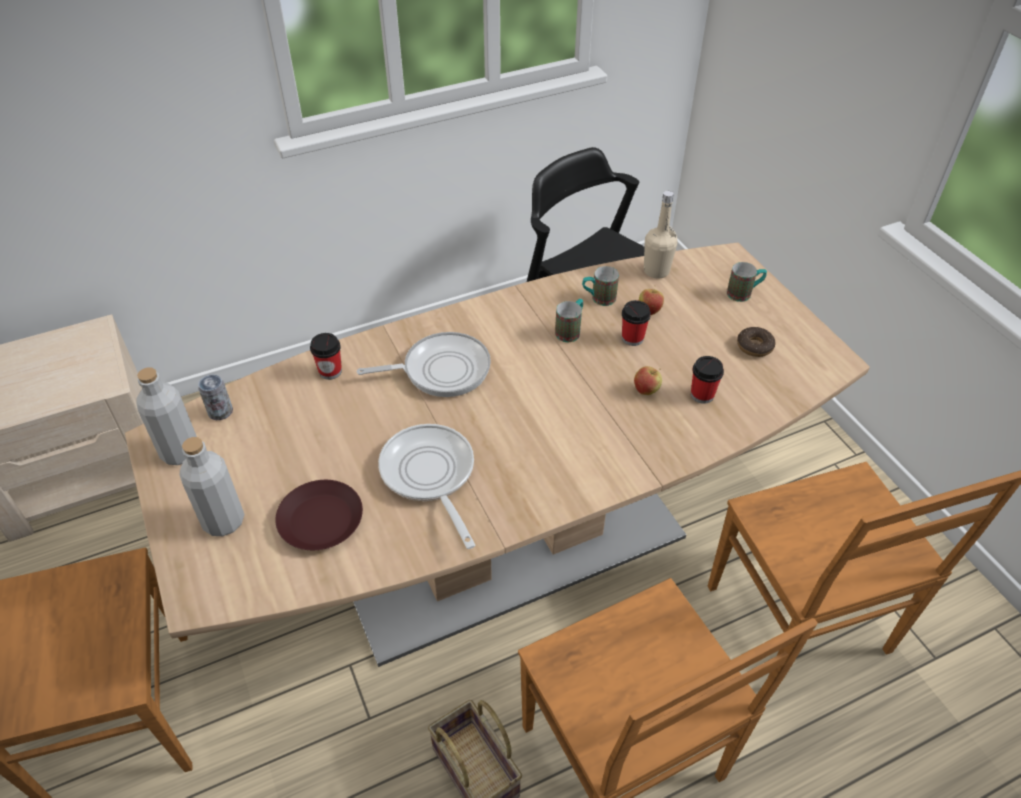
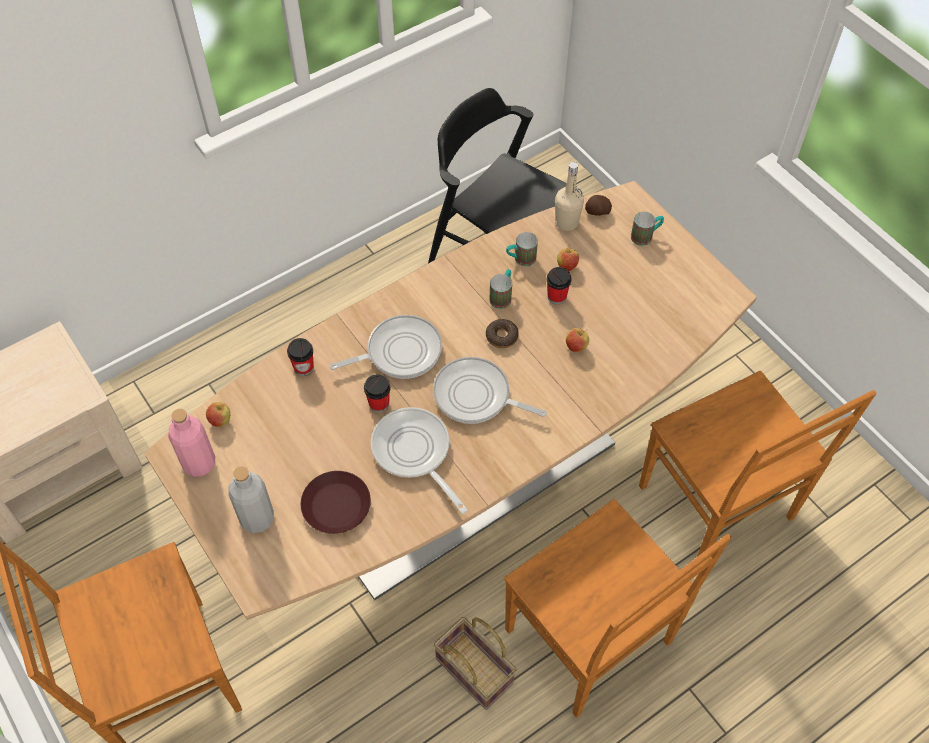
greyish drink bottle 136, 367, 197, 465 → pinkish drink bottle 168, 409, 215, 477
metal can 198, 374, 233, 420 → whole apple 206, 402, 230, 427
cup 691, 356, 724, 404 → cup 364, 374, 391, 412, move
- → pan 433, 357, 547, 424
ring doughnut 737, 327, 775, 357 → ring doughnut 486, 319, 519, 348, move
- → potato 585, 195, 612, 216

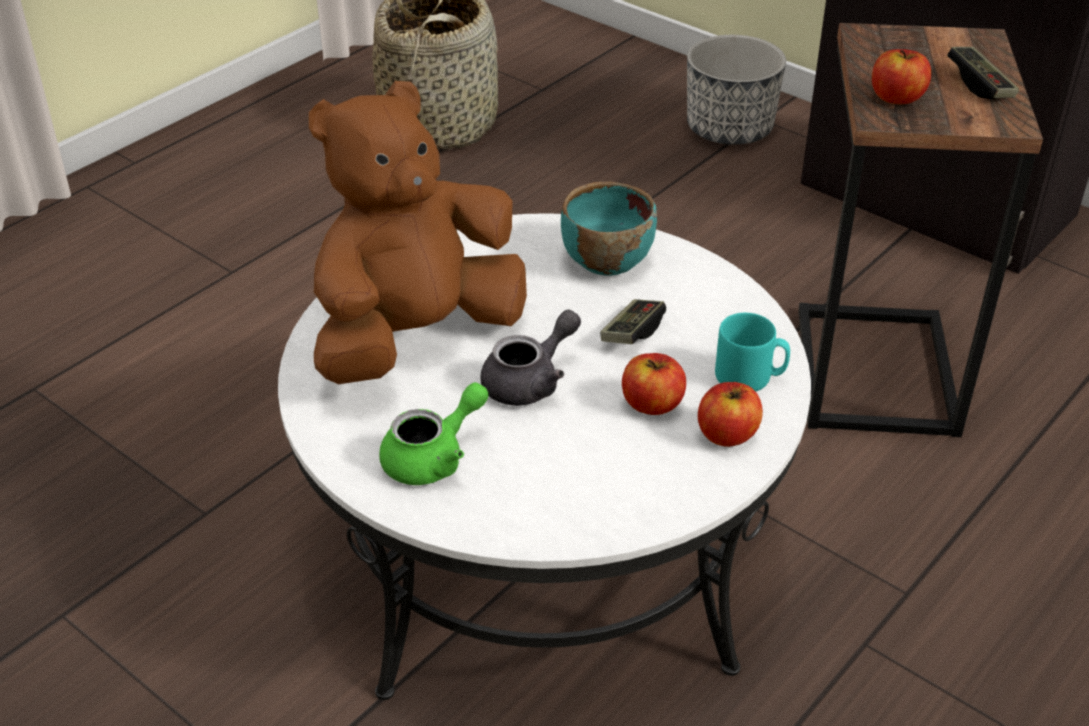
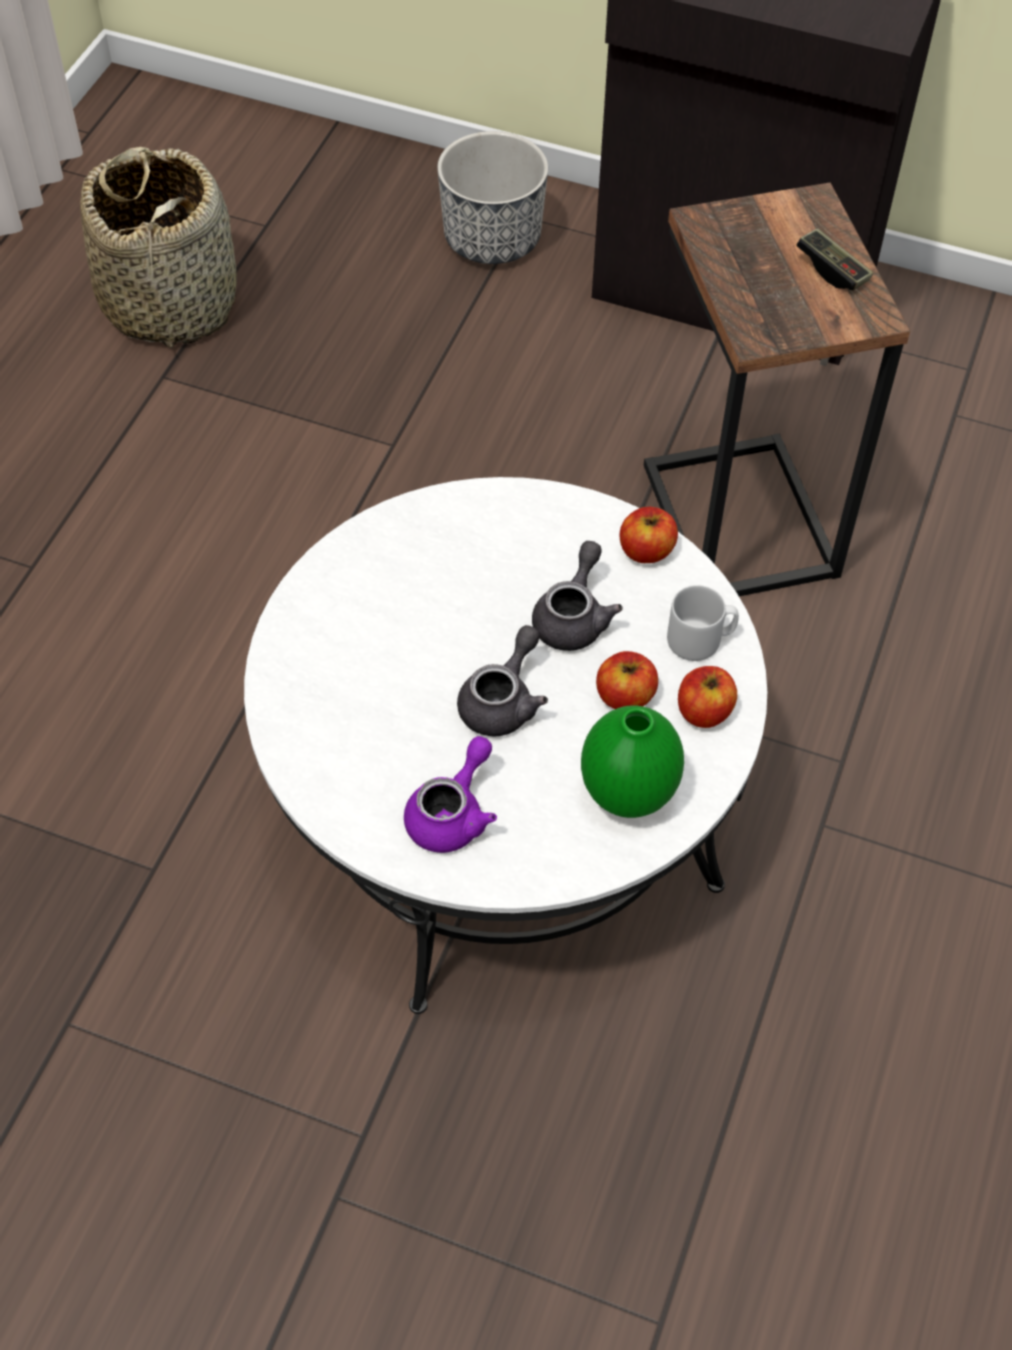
green tea pot 379, 382, 488, 485 → purple tea pot 404, 736, 497, 853
gamepad 600, 299, 666, 344 → greyish tea pot 532, 541, 623, 651
- → green flower vase 581, 705, 684, 818
whole apple 872, 49, 931, 104 → whole apple 620, 507, 678, 563, move
turquoise mug 715, 313, 790, 392 → greyish mug 667, 585, 739, 661
brown-coloured cuddly toy 309, 81, 527, 384 → -
turquoise serving bowl 561, 182, 657, 276 → -

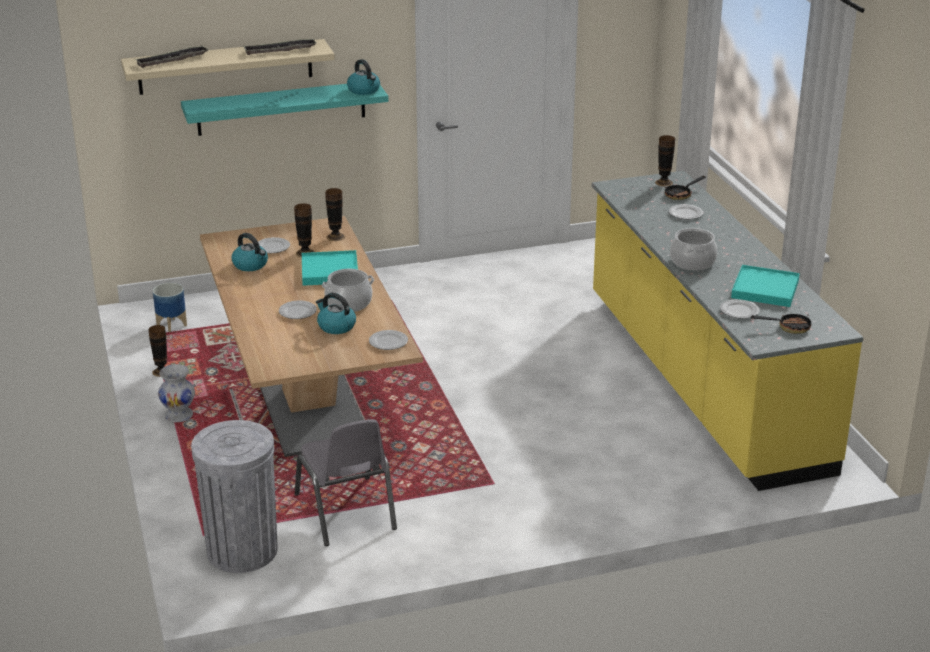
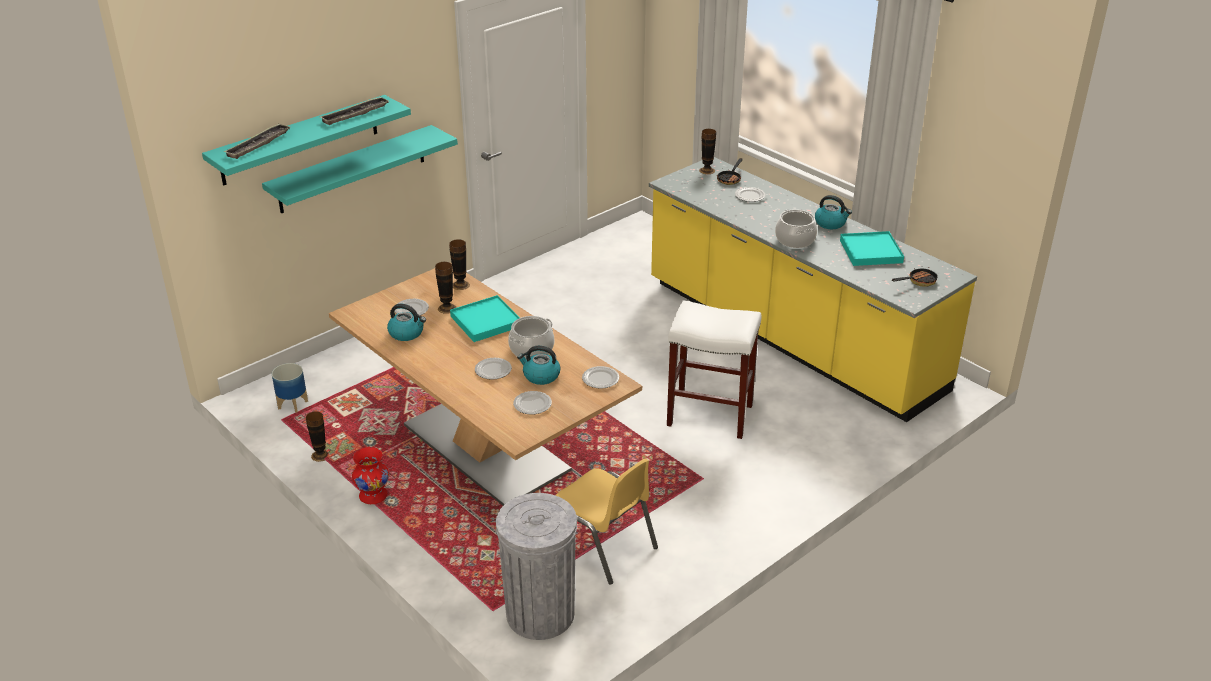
beige-coloured shelf 121, 39, 335, 95 → turquoise shelf 202, 95, 411, 185
whitish flower vase 158, 364, 195, 422 → reddish flower vase 352, 447, 389, 504
plate 720, 299, 759, 319 → plate 513, 391, 552, 415, move
greyish upright chair 295, 419, 397, 546 → yellowish upright chair 555, 459, 658, 585
- → whitish stool seat 667, 300, 761, 439
tea kettle 347, 59, 380, 95 → tea kettle 815, 195, 852, 229, move

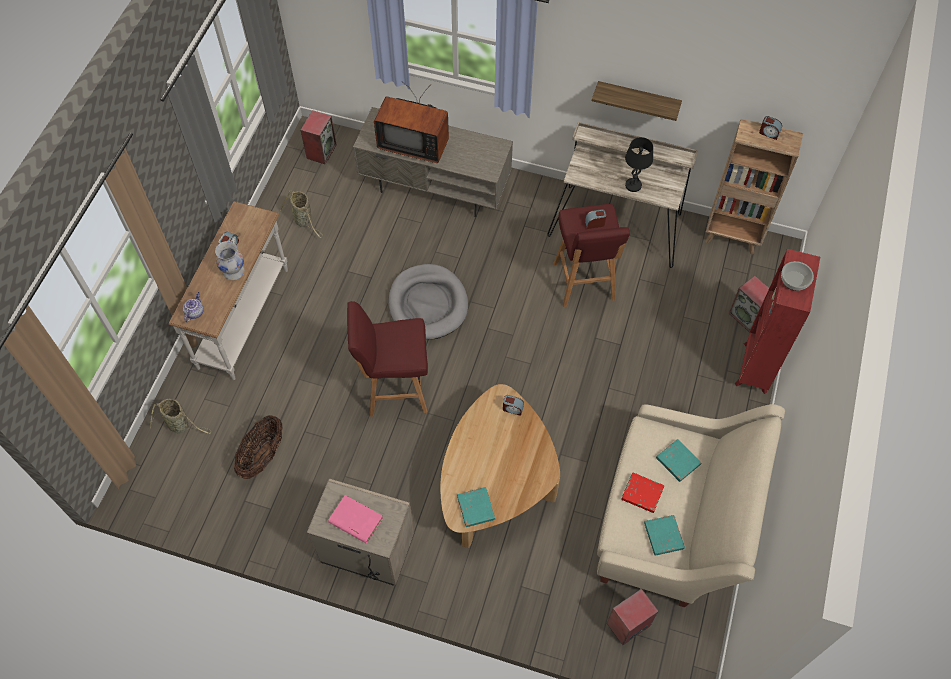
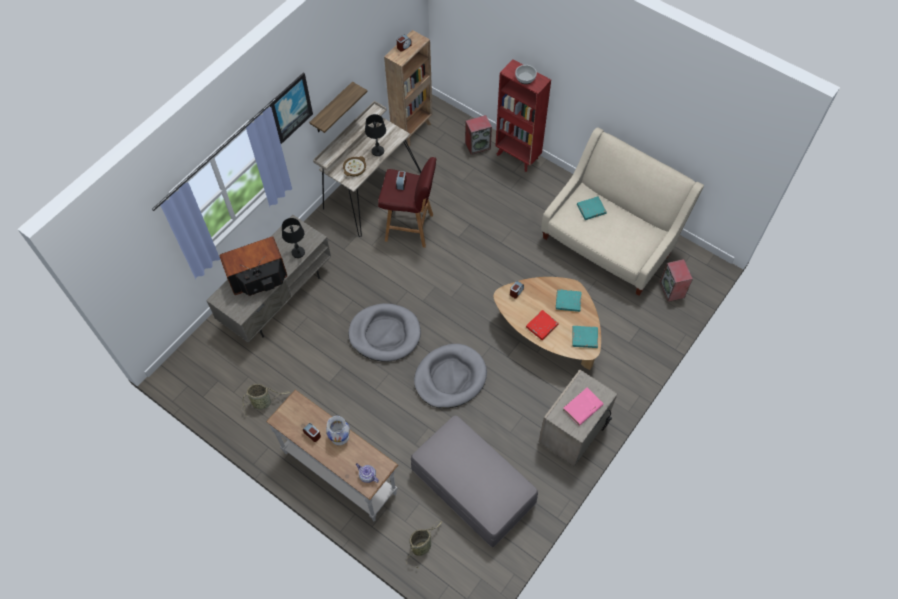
television 374, 82, 449, 163 → television 219, 236, 287, 296, 150 degrees counterclockwise
- → wall picture 270, 72, 313, 144
- → blackish tabletop lamp 282, 218, 305, 258
- → serving bowl 343, 156, 366, 176
basket 234, 415, 283, 479 → greyish footrest 411, 415, 538, 548
reddish stool seat 347, 301, 428, 417 → greyish pet bed 414, 344, 487, 408
reddish bound book 621, 472, 664, 513 → reddish bound book 526, 310, 559, 340, move
turquoise bound book 644, 515, 685, 556 → turquoise bound book 556, 289, 582, 312, move
loudspeaker 301, 110, 337, 164 → -

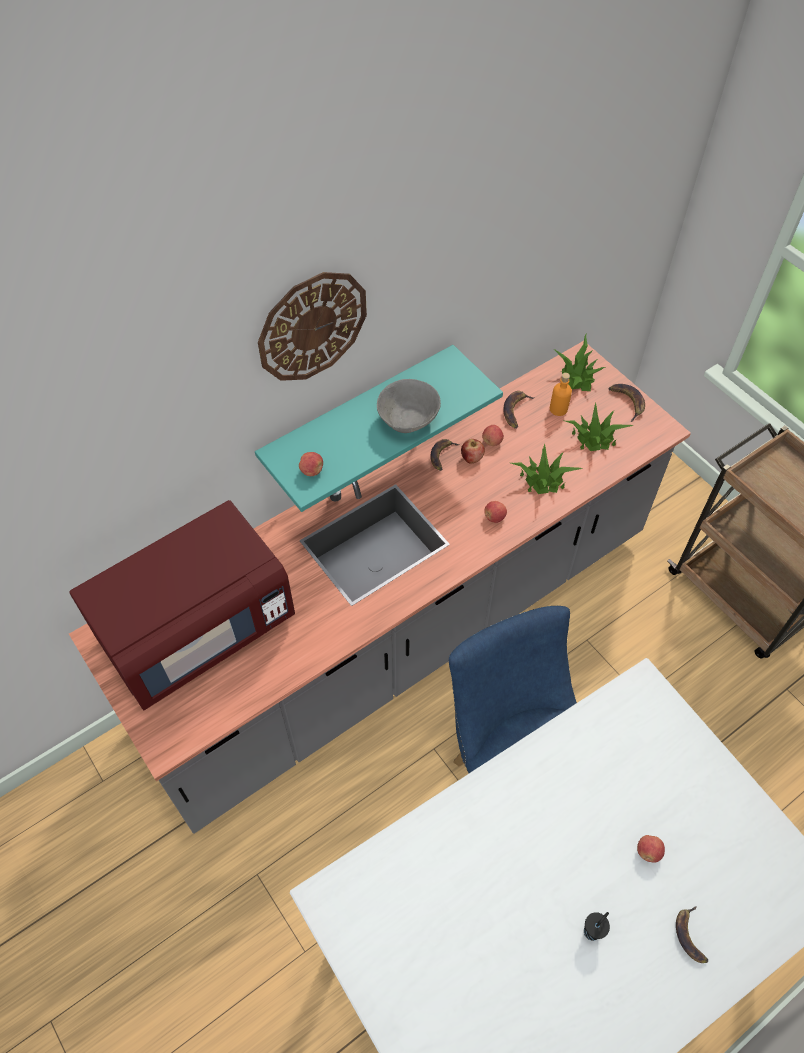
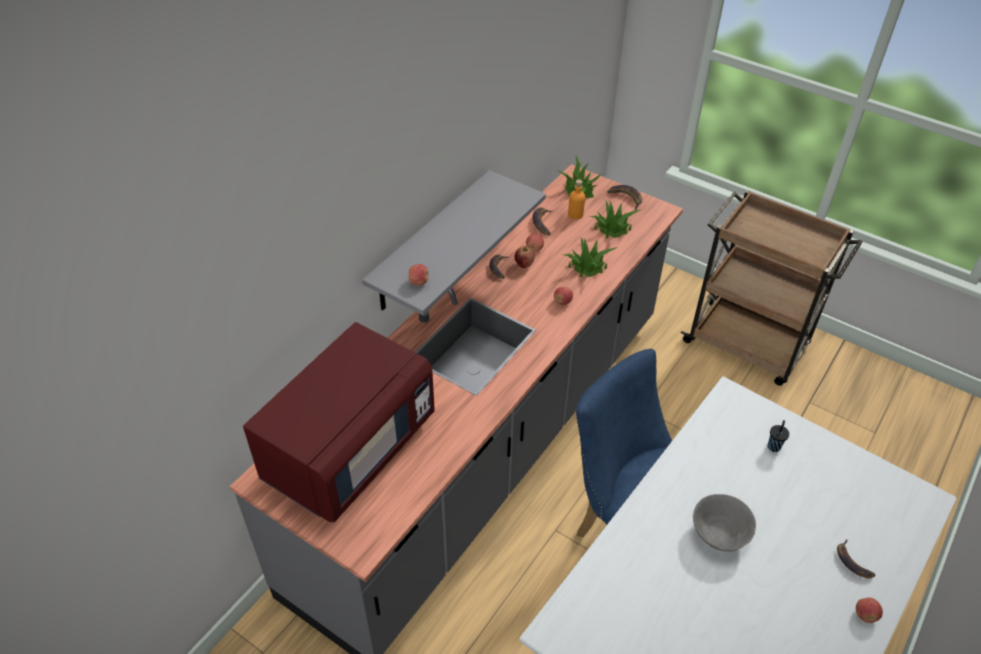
turquoise shelf 255, 345, 503, 512 → greyish shelf 362, 170, 546, 315
greyish serving bowl 377, 379, 441, 433 → greyish serving bowl 693, 494, 756, 552, move
blackish cup 584, 912, 610, 941 → blackish cup 768, 420, 789, 452, move
whole apple 637, 835, 665, 863 → whole apple 856, 597, 883, 623, move
hanging clock 258, 272, 367, 381 → -

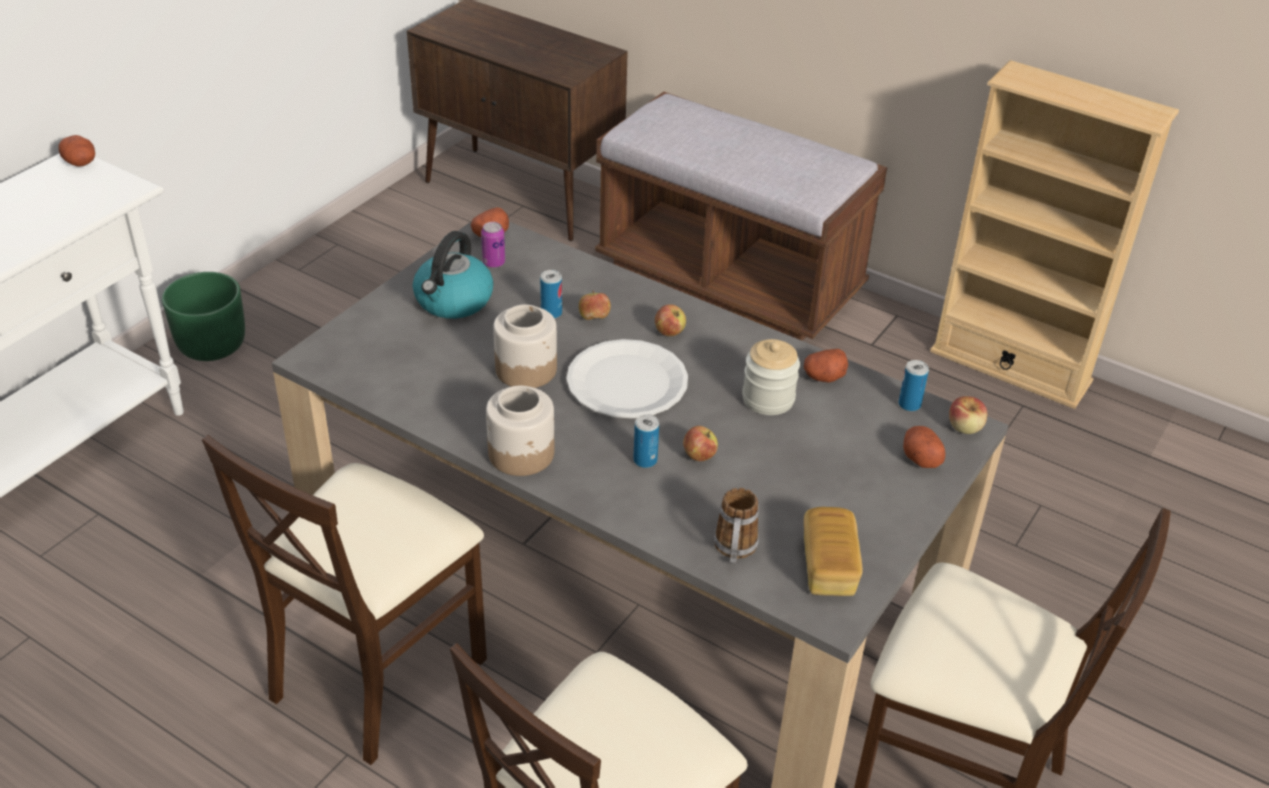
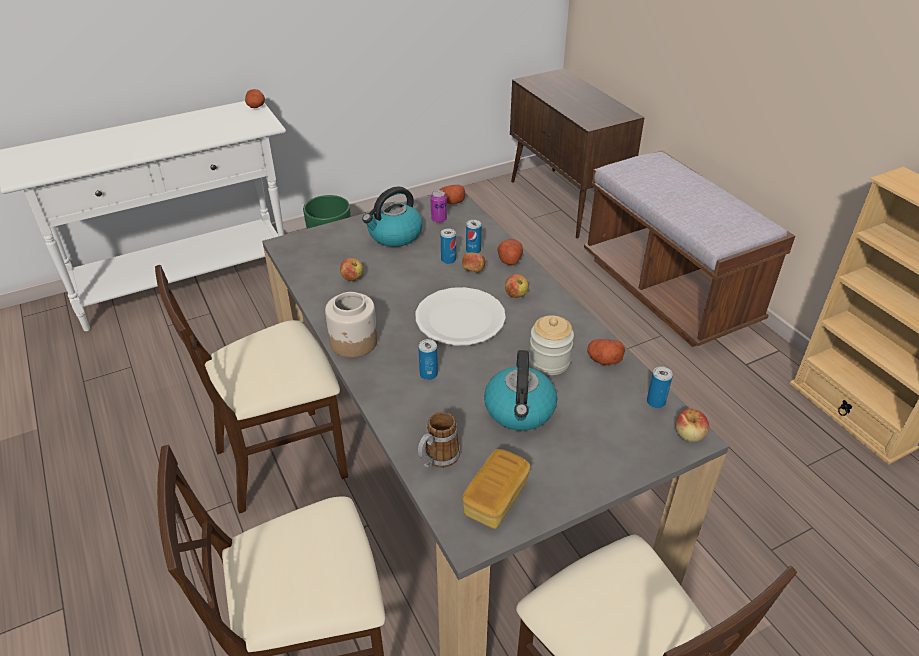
whole apple 683, 426, 718, 461 → whole apple 340, 258, 363, 281, move
- → metal can 466, 220, 481, 253
- → tea kettle 484, 350, 557, 431
potato 903, 426, 945, 468 → potato 497, 239, 523, 265, move
jar 493, 304, 557, 388 → -

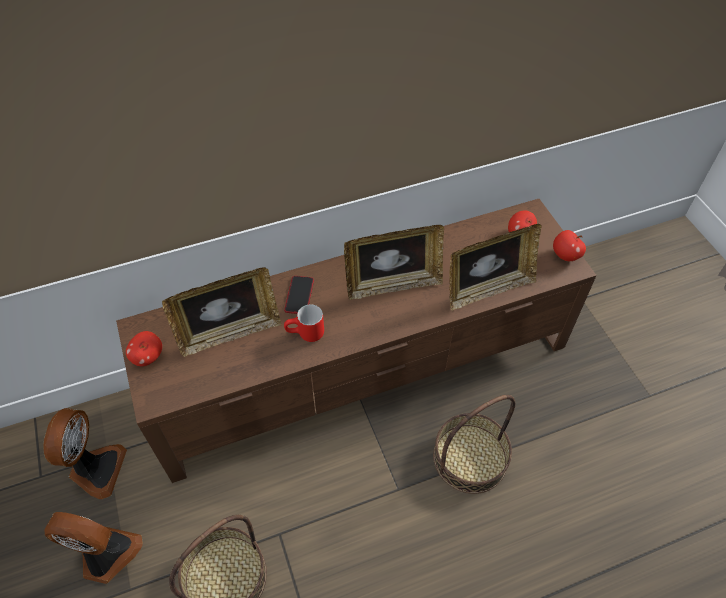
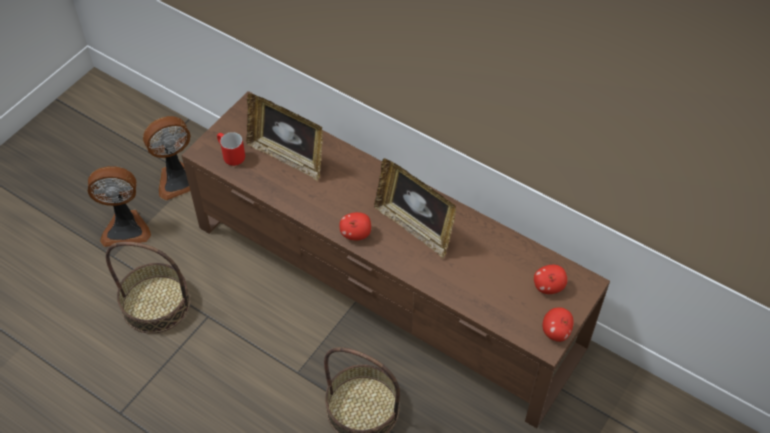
cooling fan 44, 512, 143, 584 → cooling fan 88, 166, 151, 247, 105 degrees clockwise
reddish mug 284, 304, 324, 342 → reddish mug 217, 132, 245, 166, move
whole apple 126, 331, 162, 366 → whole apple 340, 212, 371, 240, move
handset 284, 276, 314, 314 → -
photo frame 449, 224, 542, 311 → -

